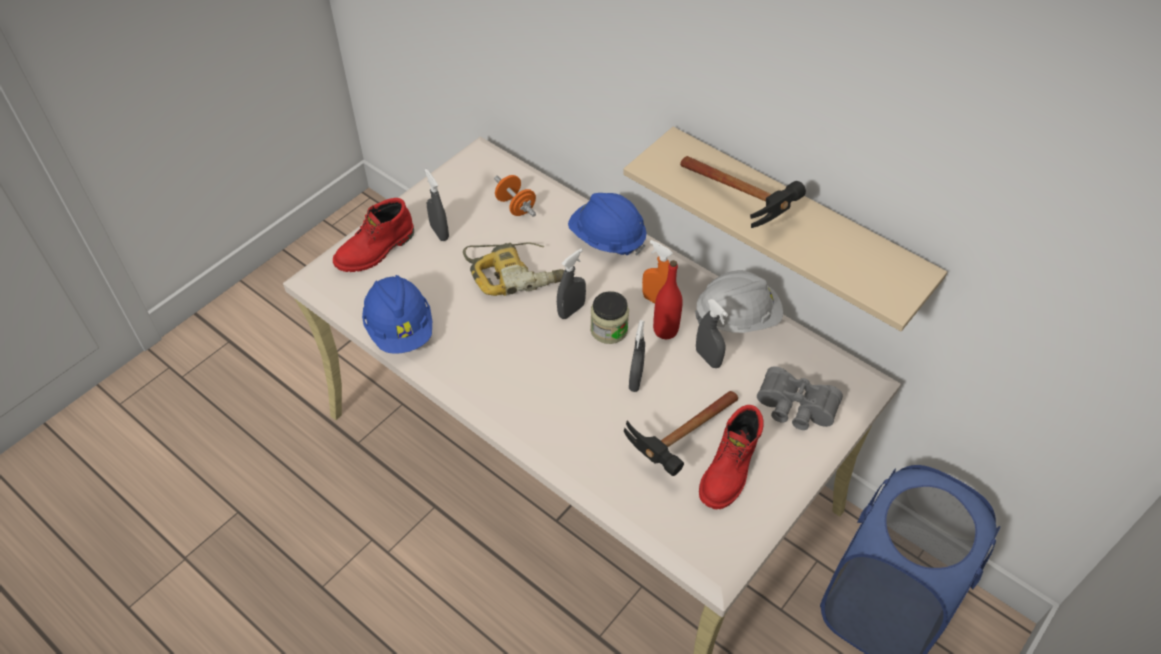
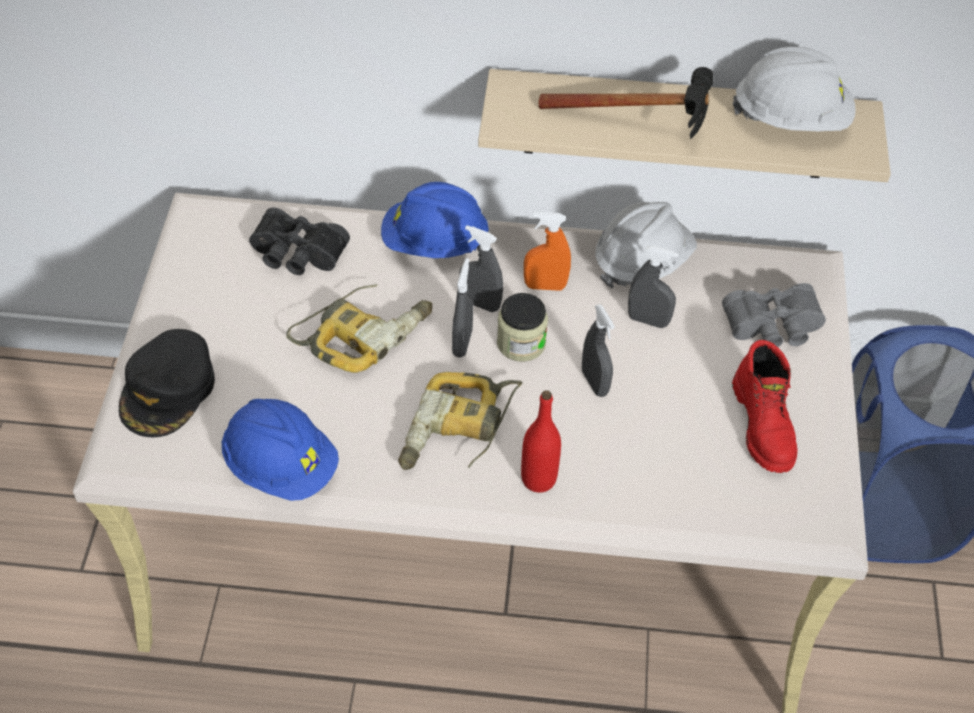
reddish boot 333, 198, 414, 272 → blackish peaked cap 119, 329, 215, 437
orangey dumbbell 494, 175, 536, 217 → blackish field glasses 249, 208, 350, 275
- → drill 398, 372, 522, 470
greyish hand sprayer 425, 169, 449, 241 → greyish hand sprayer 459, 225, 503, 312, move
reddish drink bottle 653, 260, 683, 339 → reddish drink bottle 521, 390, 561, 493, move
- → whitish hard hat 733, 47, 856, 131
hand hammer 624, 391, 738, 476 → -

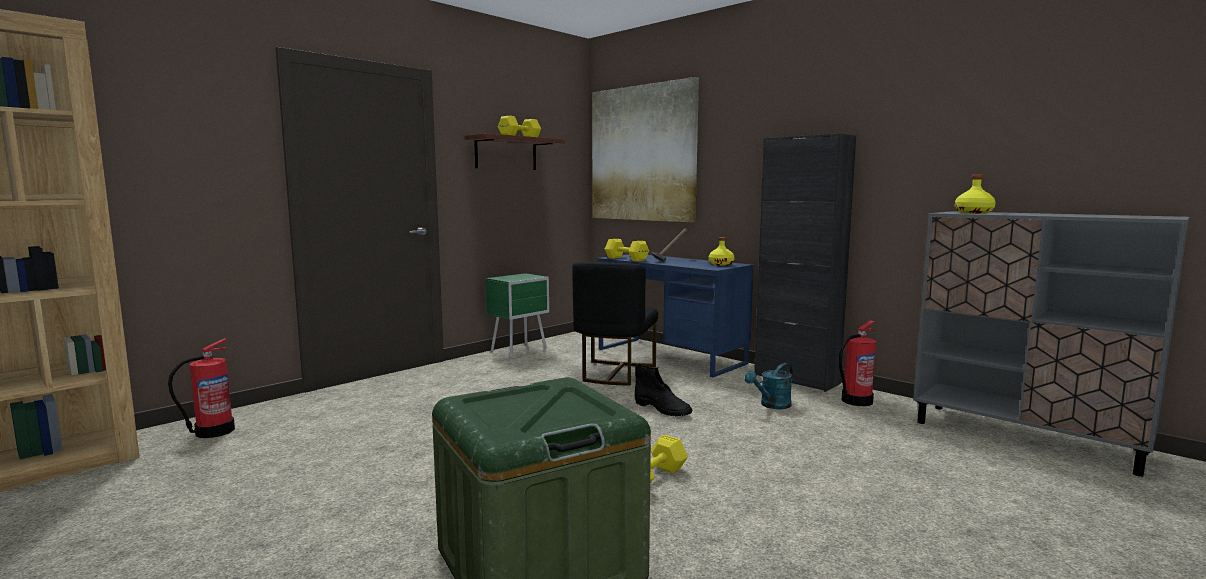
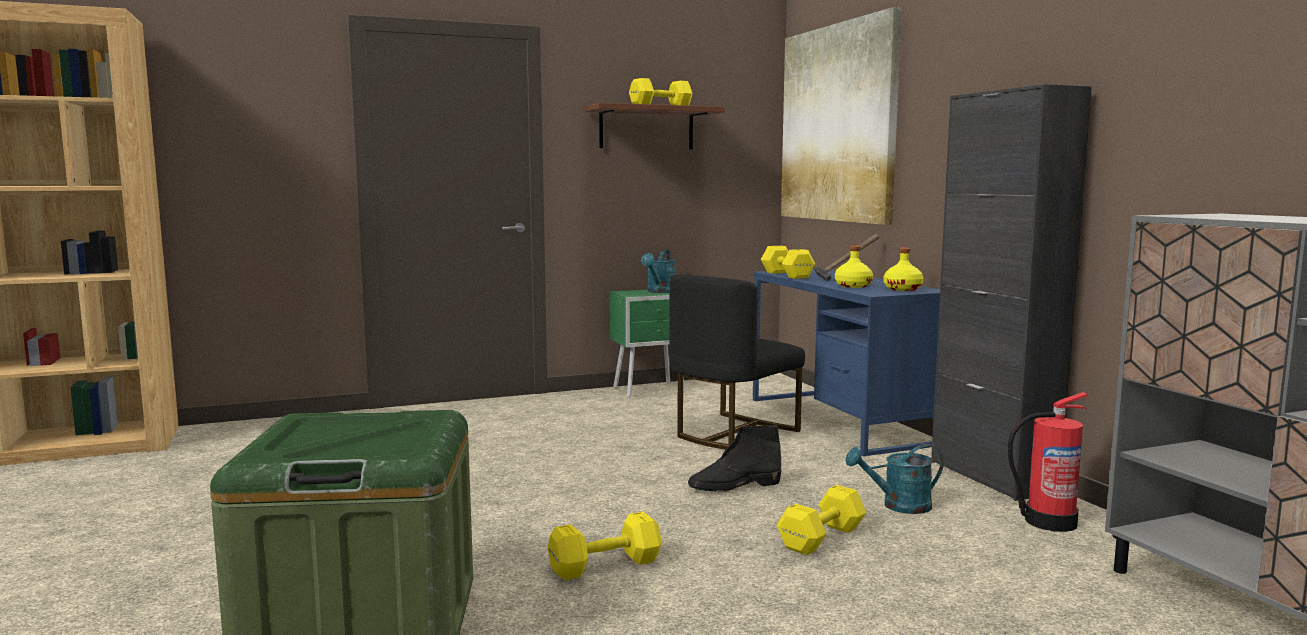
- → turquoise sprinkling can 641, 250, 676, 293
blackish boot 635, 364, 693, 416 → blackish boot 688, 425, 781, 492, 90 degrees clockwise
- → yellowish dumbbell 777, 485, 866, 555
yellowish drink bottle 955, 175, 996, 214 → yellowish drink bottle 835, 245, 873, 288, move
extinguisher 168, 338, 235, 438 → -

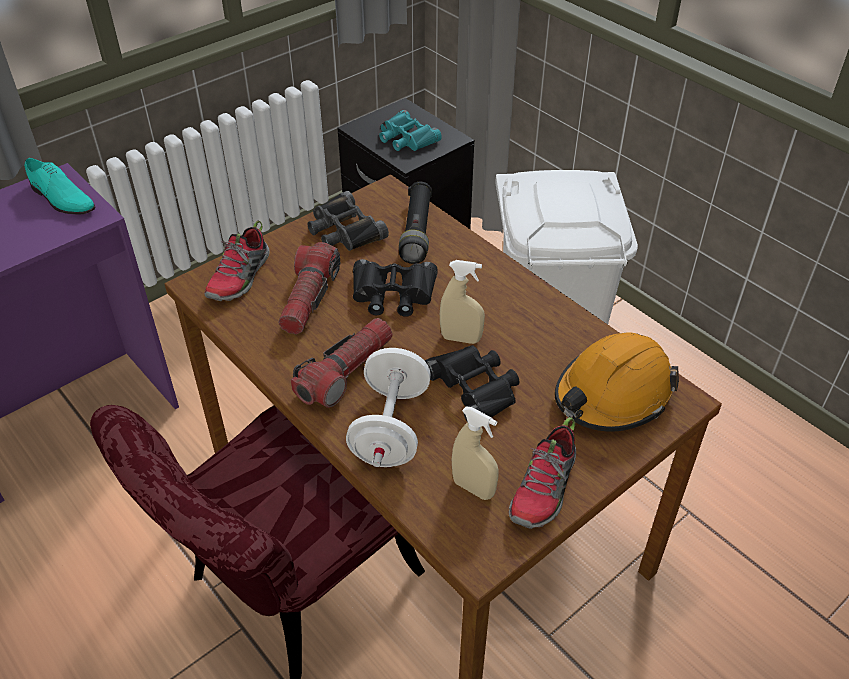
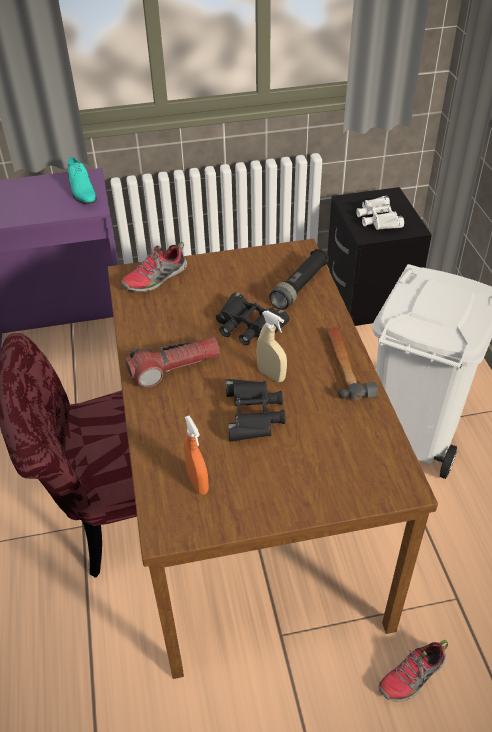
beige-coloured hand sprayer 451, 406, 499, 500 → orangey hand sprayer 184, 416, 209, 495
- → hand hammer 327, 327, 378, 401
turquoise field glasses 379, 110, 442, 151 → whitish field glasses 356, 196, 404, 230
shoe 509, 417, 576, 529 → shoe 379, 640, 448, 702, move
torch 278, 242, 341, 334 → -
blackish field glasses 308, 191, 389, 251 → -
whitish dumbbell 346, 348, 431, 467 → -
orangey hard hat 555, 332, 679, 432 → -

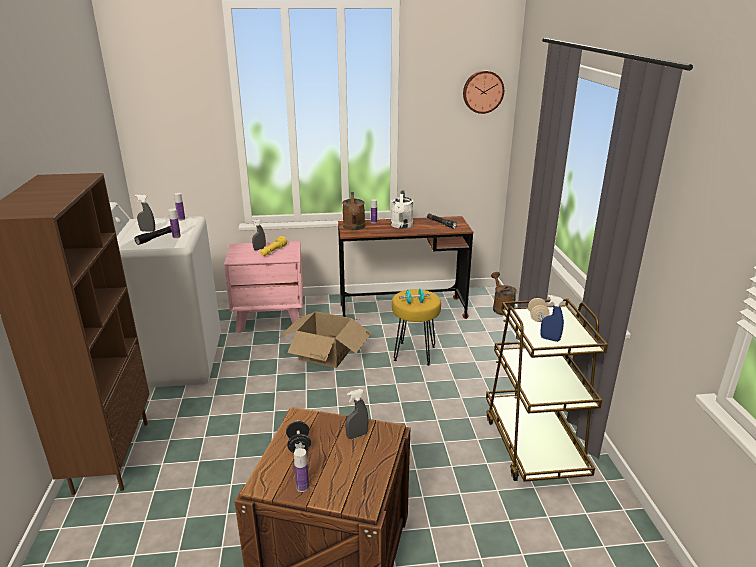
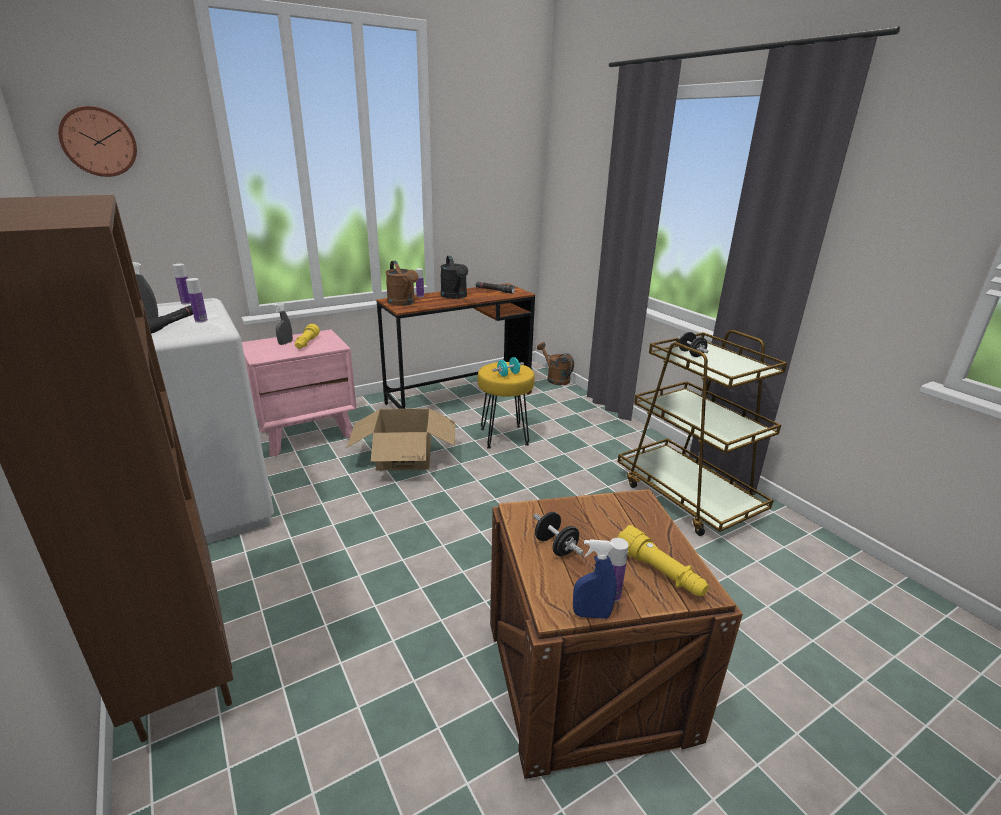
hanging clock 463, 70, 504, 114 → hanging clock 58, 106, 137, 177, move
whitish sprinkling can 391, 190, 413, 228 → blackish sprinkling can 440, 256, 468, 299
blue-coloured hand sprayer 540, 295, 564, 342 → blue-coloured hand sprayer 573, 539, 616, 619, move
- → yellowish torch 617, 525, 709, 596
beige-coloured dumbbell 528, 298, 550, 322 → blackish dumbbell 678, 332, 708, 357
greyish hand sprayer 345, 389, 368, 439 → -

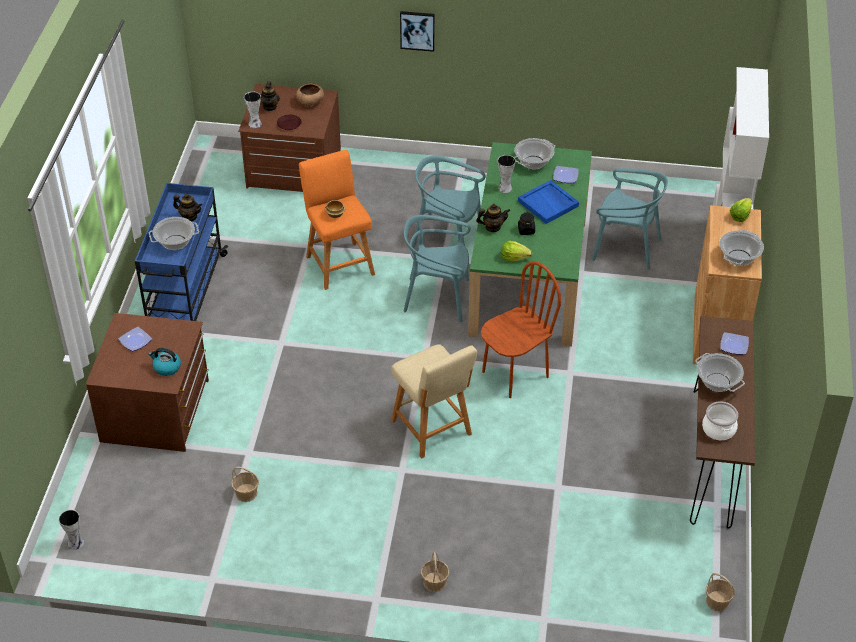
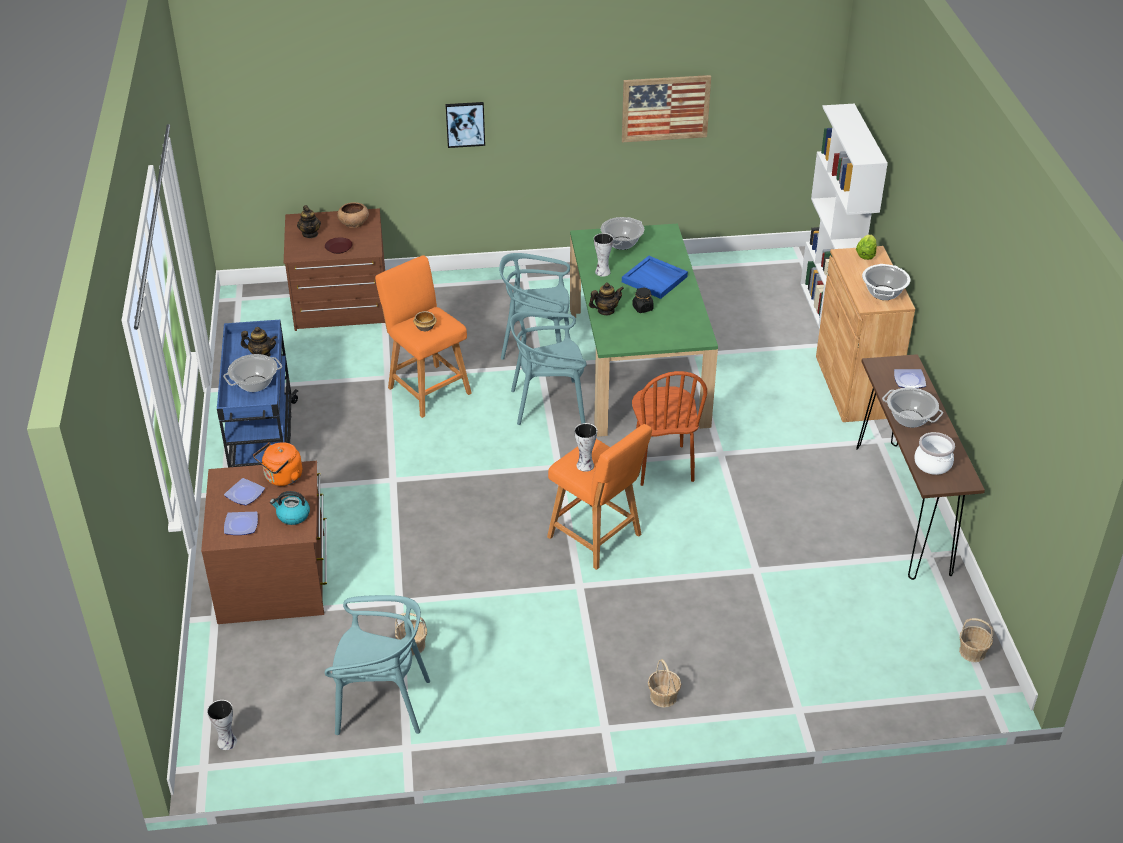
plate 553, 166, 578, 183 → plate 224, 512, 258, 535, move
- → orangey tea kettle 253, 442, 302, 486
turquoise upright chair 592, 168, 668, 270 → turquoise upright chair 325, 595, 430, 735, move
beige-coloured stool seat 391, 344, 477, 459 → orangey stool seat 547, 424, 652, 570
flower vase 244, 92, 262, 128 → flower vase 574, 423, 597, 472, move
- → wall picture 622, 75, 711, 142
brown-coloured upright chair 481, 261, 561, 398 → brown-coloured upright chair 632, 371, 707, 486, 135 degrees clockwise
head of lettuce 501, 241, 532, 261 → -

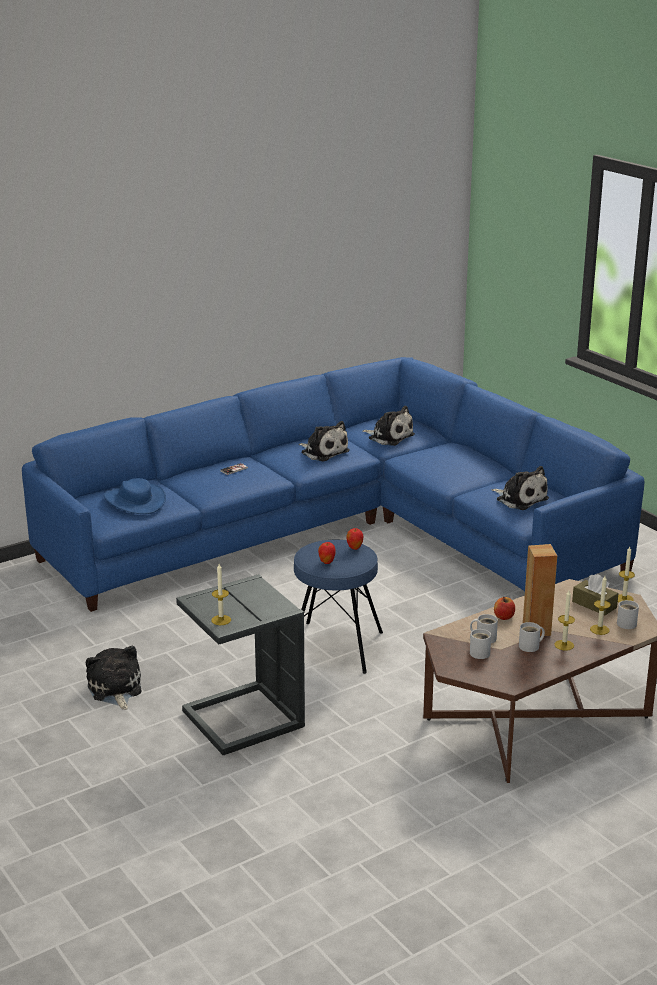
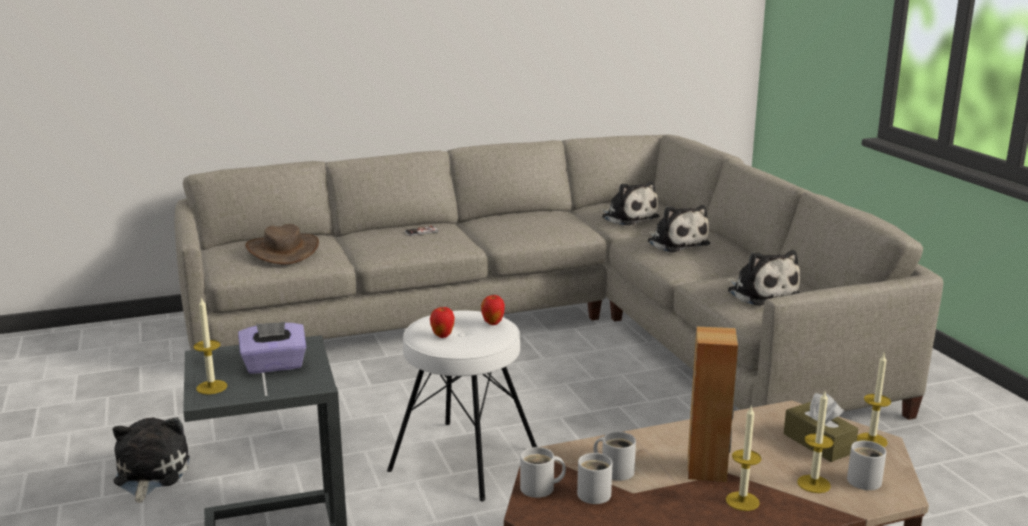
blue-coloured sofa 22, 357, 645, 612 → greyish sofa 174, 135, 944, 420
- → purple tissue box 238, 322, 306, 374
blue-coloured hat 104, 478, 166, 514 → brown-coloured hat 245, 224, 319, 265
blue-coloured stool seat 294, 540, 383, 674 → whitish stool seat 387, 310, 537, 502
whitish mug 519, 622, 545, 652 → whitish mug 520, 447, 566, 498, move
cuddly toy 299, 421, 350, 462 → cuddly toy 647, 205, 710, 252, move
whole apple 494, 597, 515, 620 → -

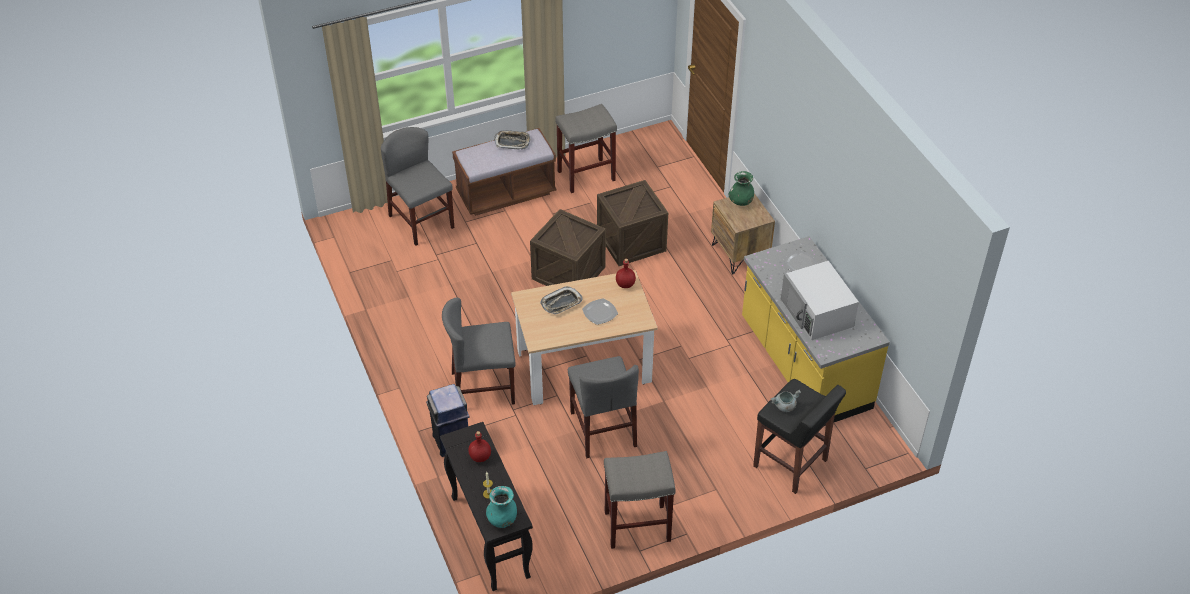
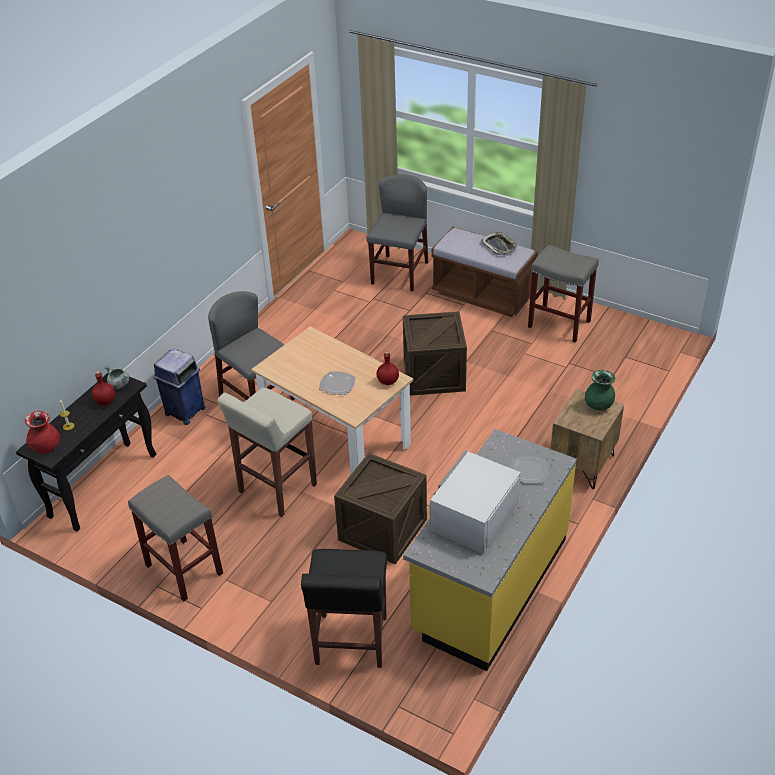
turquoise flower vase 486, 486, 517, 528 → reddish flower vase 25, 411, 60, 454
greyish cooking pot 771, 390, 801, 412 → greyish cooking pot 104, 365, 129, 389, move
greyish upright chair 568, 356, 639, 458 → beige-coloured stool seat 218, 388, 317, 517
packing crate 597, 180, 668, 266 → packing crate 334, 453, 427, 565, move
serving tray 540, 286, 583, 314 → -

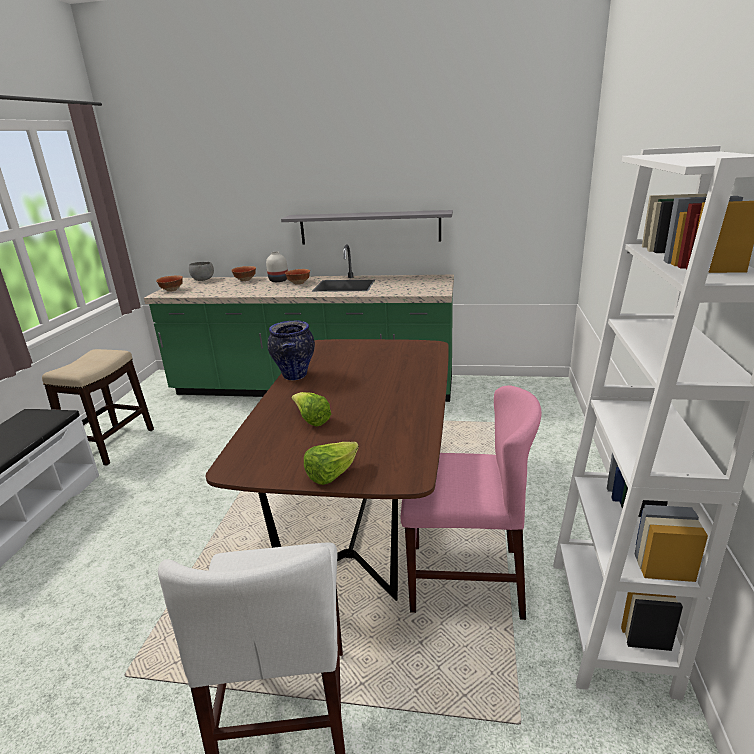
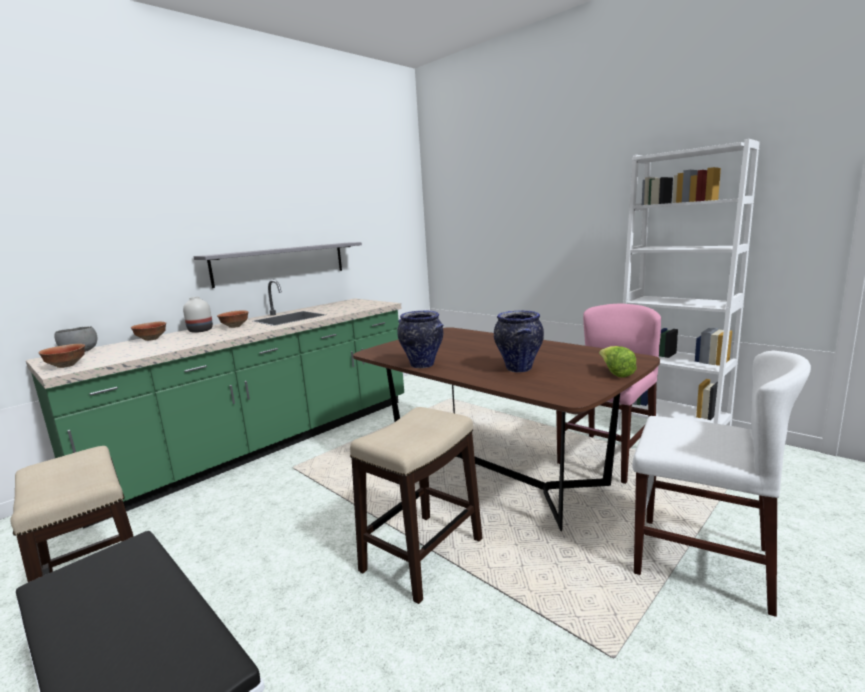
- → stool seat 350, 407, 482, 604
head of lettuce 292, 392, 331, 427 → flower vase 494, 310, 544, 372

